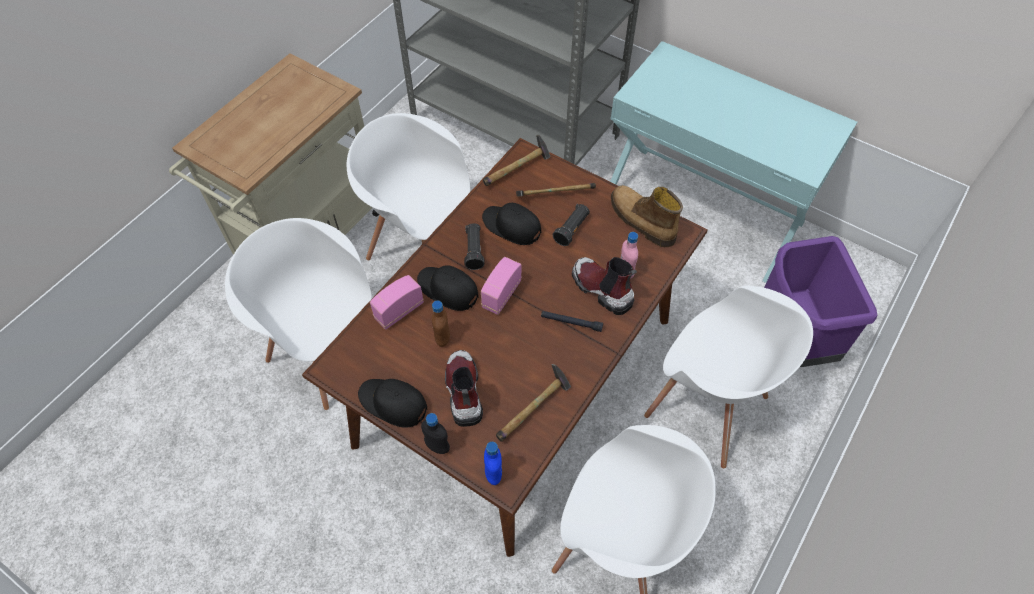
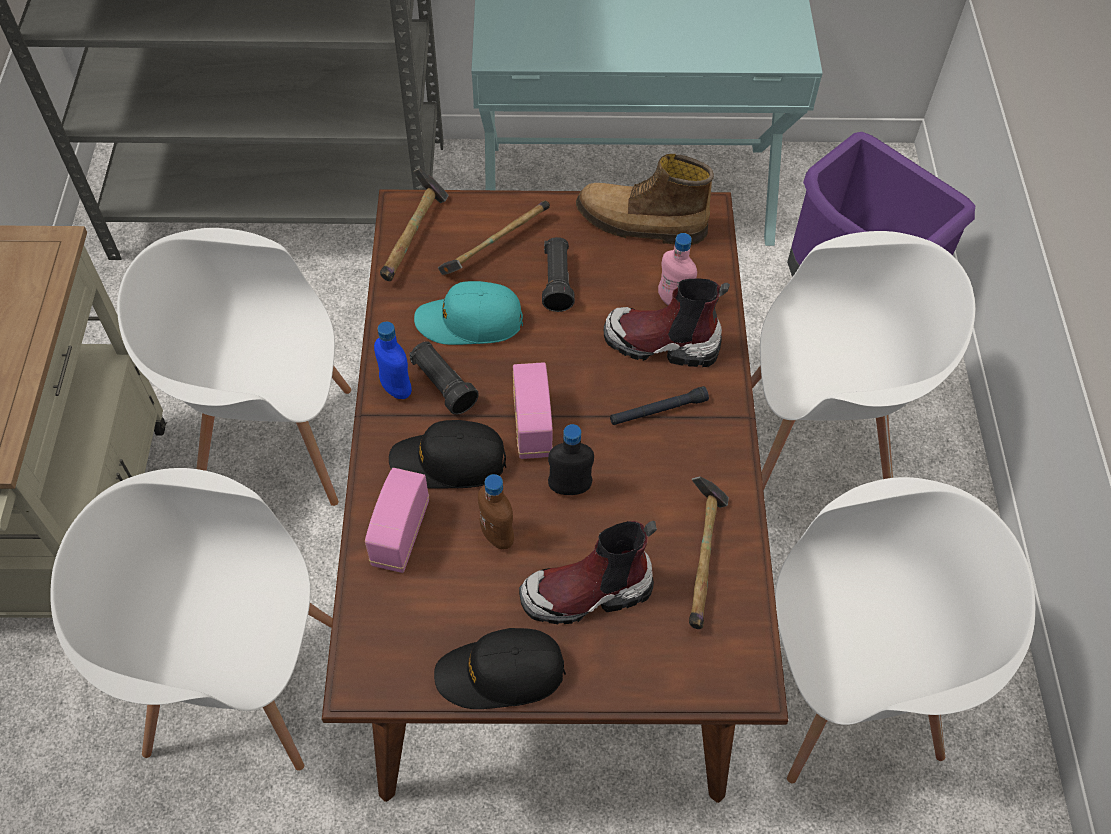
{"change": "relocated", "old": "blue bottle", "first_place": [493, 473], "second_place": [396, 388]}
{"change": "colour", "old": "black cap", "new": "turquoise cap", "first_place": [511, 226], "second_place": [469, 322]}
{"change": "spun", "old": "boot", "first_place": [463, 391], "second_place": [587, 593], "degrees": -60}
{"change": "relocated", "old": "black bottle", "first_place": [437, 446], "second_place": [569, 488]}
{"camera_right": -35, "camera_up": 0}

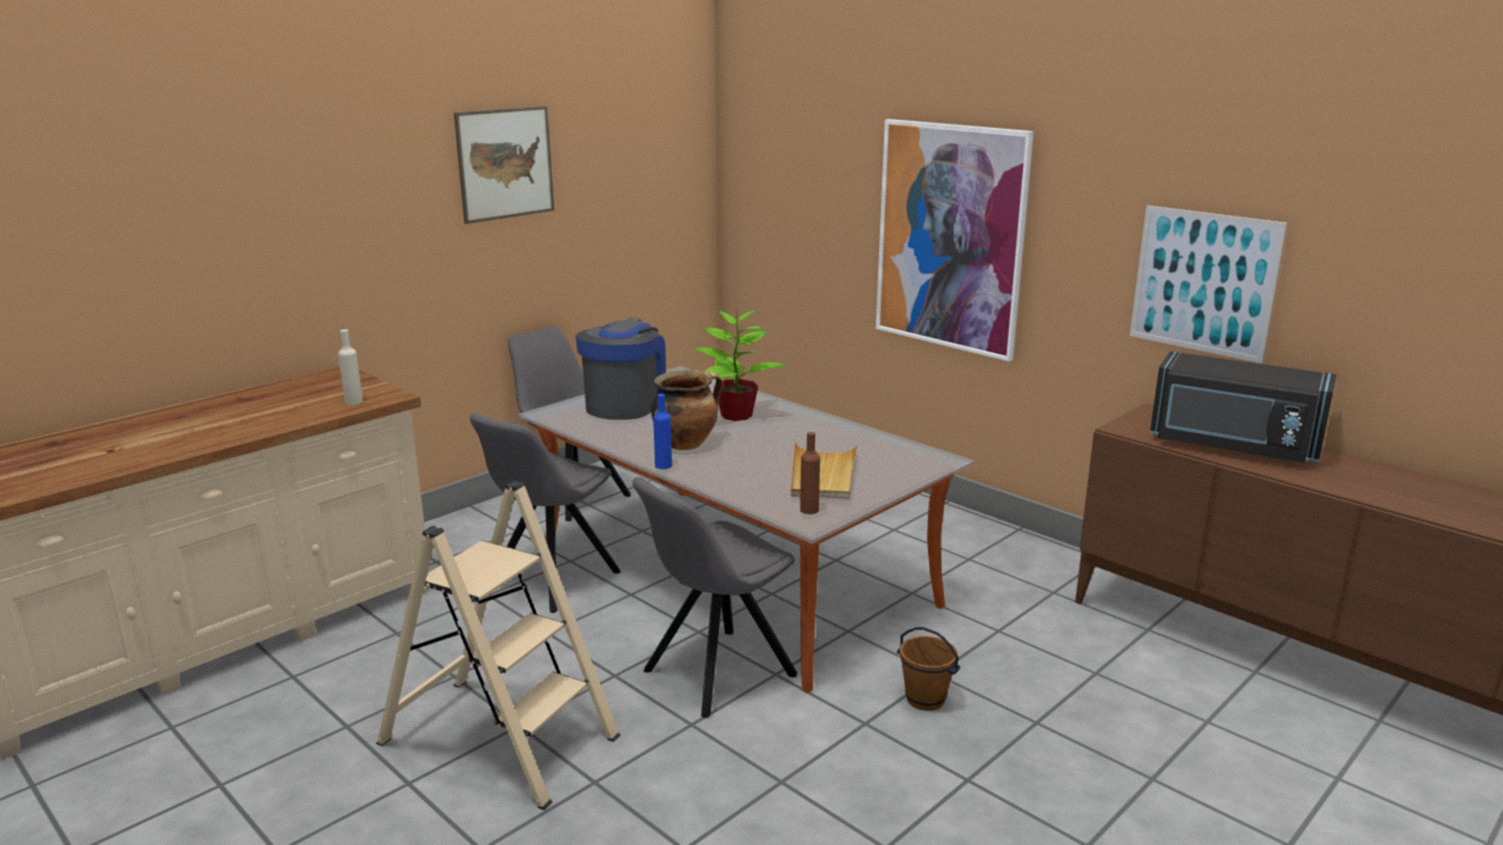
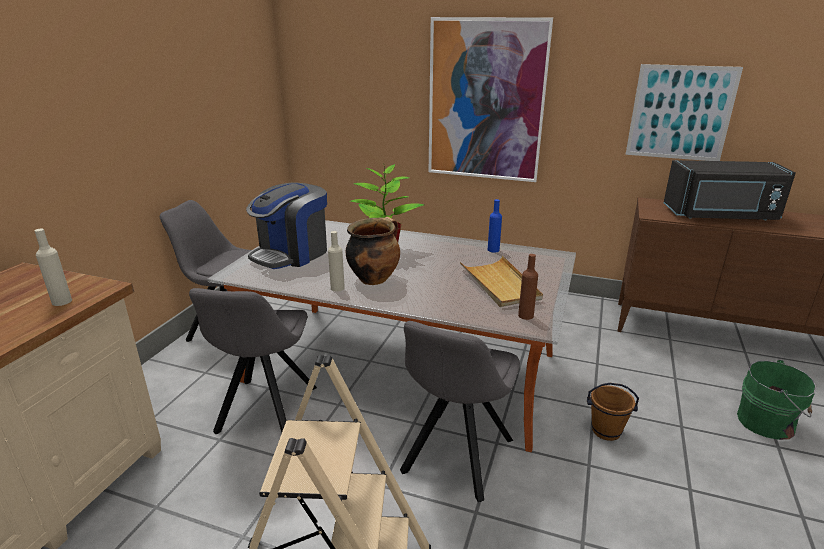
{"change": "spun", "old": "coffee machine", "first_place": [625, 404], "second_place": [292, 254], "degrees": -135}
{"change": "appeared", "new": "beige bottle", "second_place": [337, 288]}
{"change": "relocated", "old": "blue bottle", "first_place": [663, 465], "second_place": [493, 250]}
{"change": "appeared", "new": "green bucket", "second_place": [768, 422]}
{"change": "missing", "old": "picture", "first_place": [505, 163]}
{"camera_right": -25, "camera_up": 5}

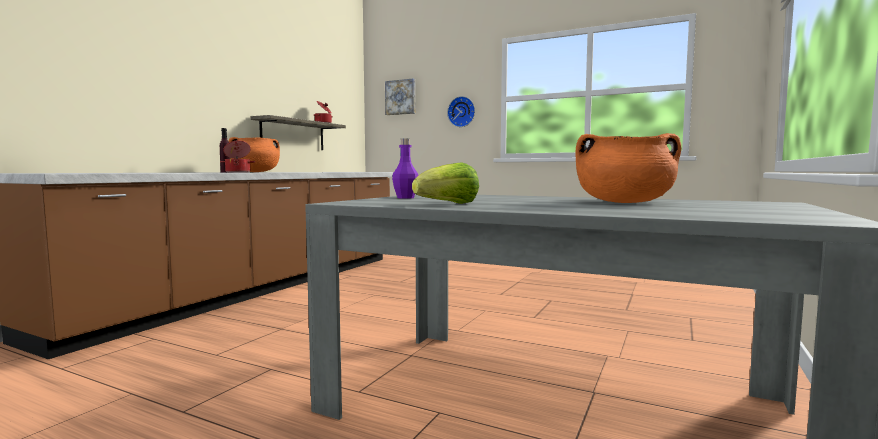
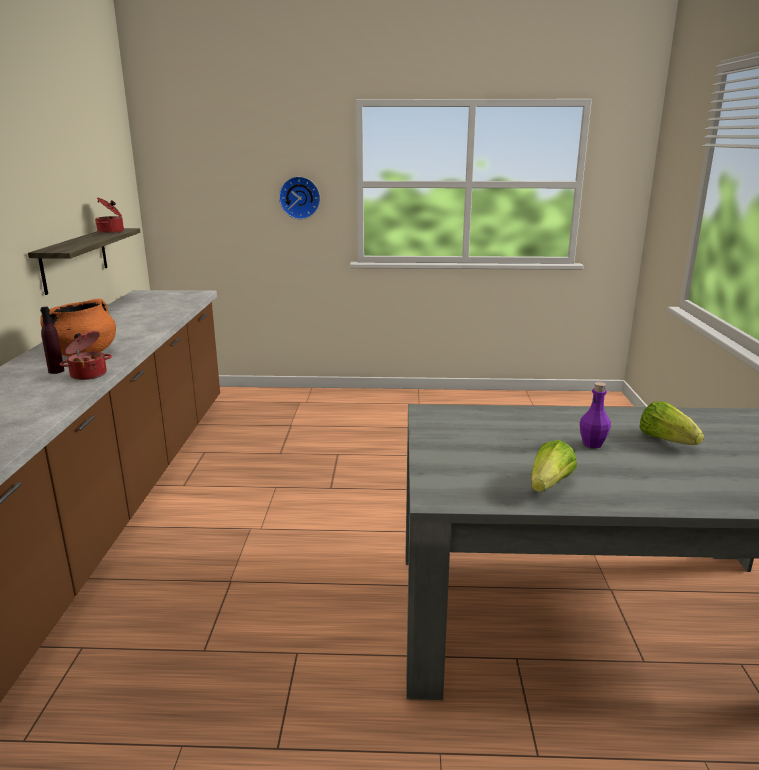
{"change": "relocated", "old": "purple bottle", "first_place": [405, 198], "second_place": [592, 444]}
{"change": "exchanged", "old": "orange cooking pot", "new": "lettuce", "first_place": [624, 202], "second_place": [666, 440]}
{"change": "missing", "old": "picture", "first_place": [401, 97]}
{"camera_right": -25, "camera_up": 15}

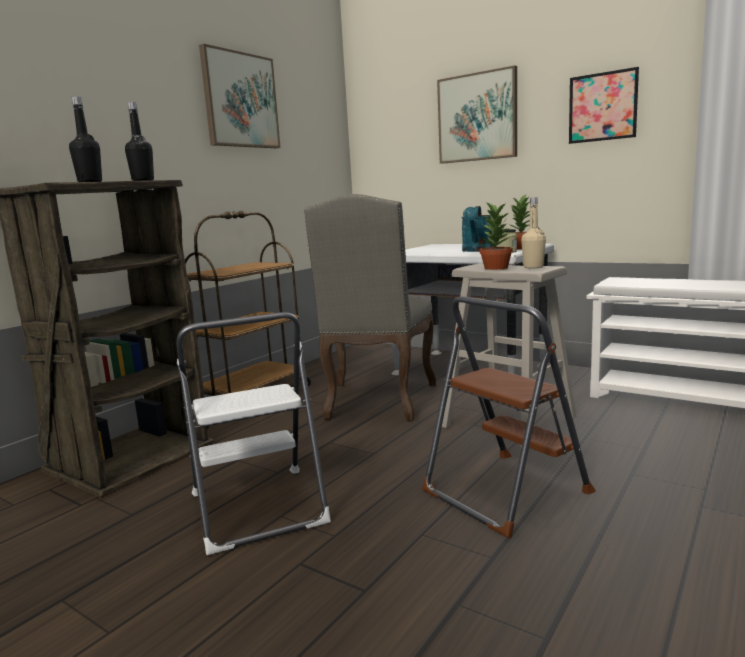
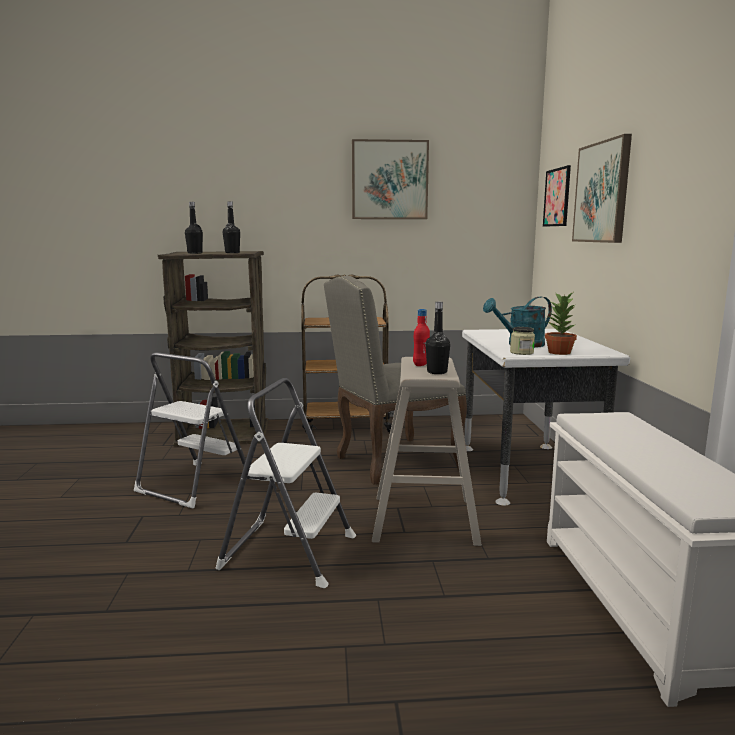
{"change": "colour", "old": "brown step ladder", "new": "white step ladder", "first_place": [501, 492], "second_place": [284, 550]}
{"change": "exchanged", "old": "potted plant", "new": "red bottle", "first_place": [495, 268], "second_place": [420, 364]}
{"change": "colour", "old": "beige bottle", "new": "black bottle", "first_place": [533, 267], "second_place": [437, 372]}
{"change": "relocated", "old": "picture", "first_place": [602, 107], "second_place": [557, 197]}
{"camera_right": 50, "camera_up": 0}

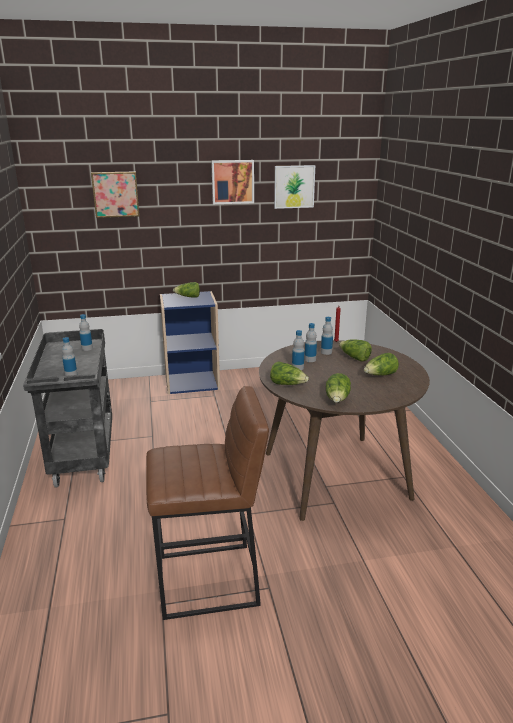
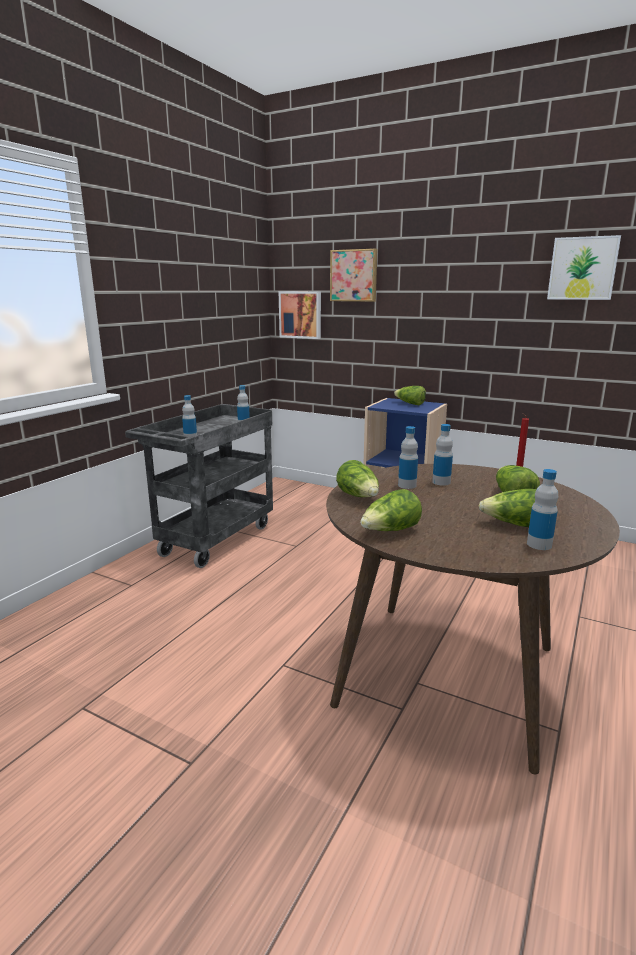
{"change": "relocated", "old": "picture", "first_place": [232, 181], "second_place": [301, 314]}
{"change": "relocated", "old": "bottle", "first_place": [326, 352], "second_place": [539, 544]}
{"change": "missing", "old": "brown stool", "first_place": [210, 579]}
{"camera_right": 40, "camera_up": -5}

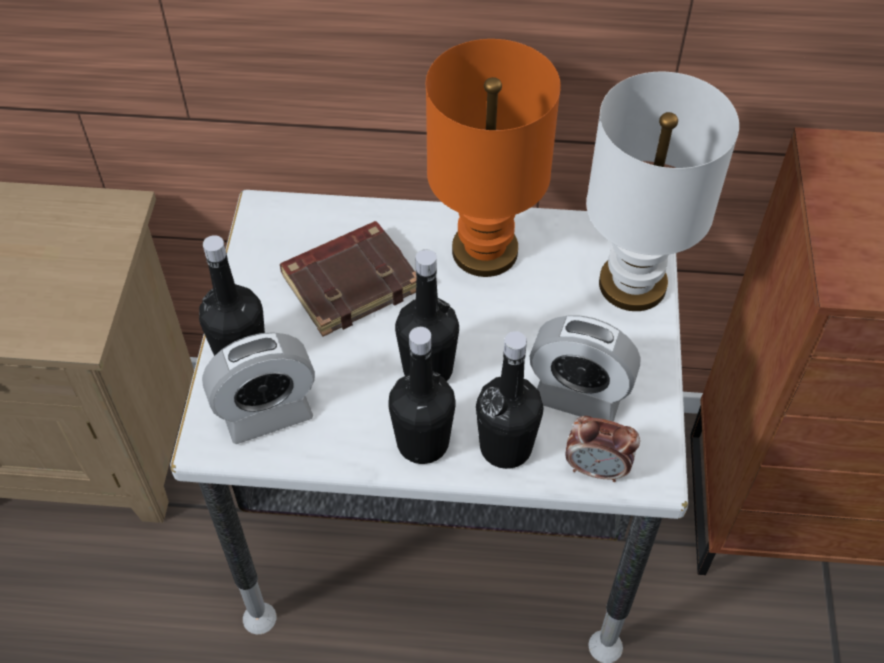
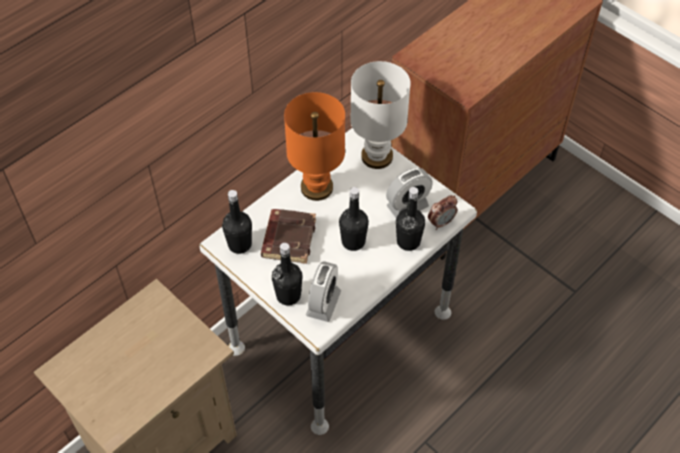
{"change": "relocated", "old": "black bottle", "first_place": [423, 442], "second_place": [239, 244]}
{"camera_right": -50, "camera_up": 0}

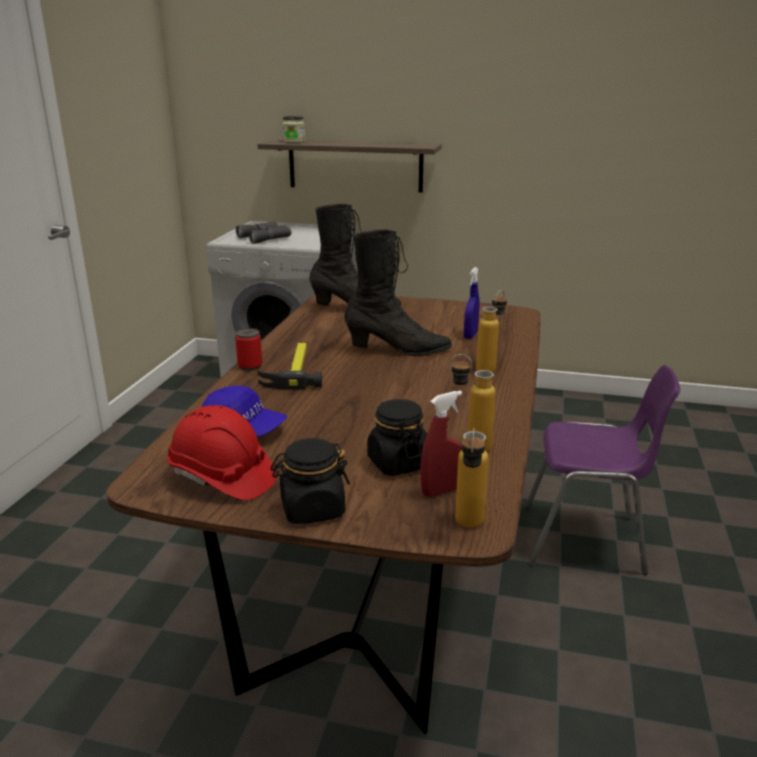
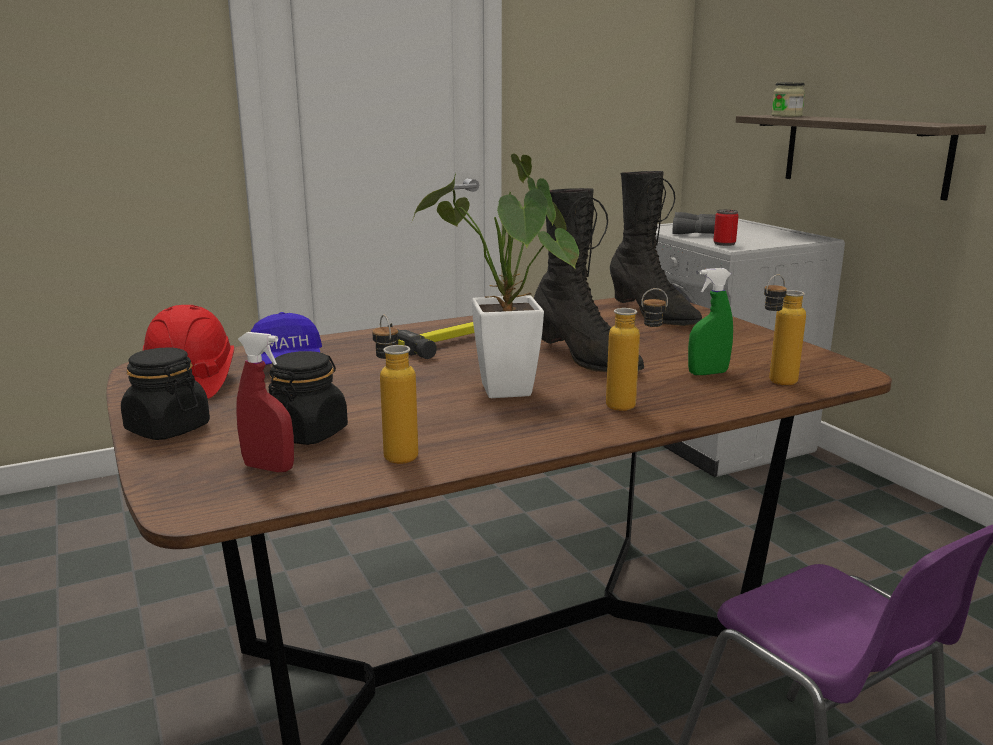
{"change": "appeared", "new": "potted plant", "second_place": [508, 395]}
{"change": "colour", "old": "blue spray bottle", "new": "green spray bottle", "first_place": [470, 335], "second_place": [707, 373]}
{"change": "relocated", "old": "can", "first_place": [250, 366], "second_place": [724, 244]}
{"change": "relocated", "old": "bottle", "first_place": [468, 527], "second_place": [774, 383]}
{"camera_right": 50, "camera_up": -5}

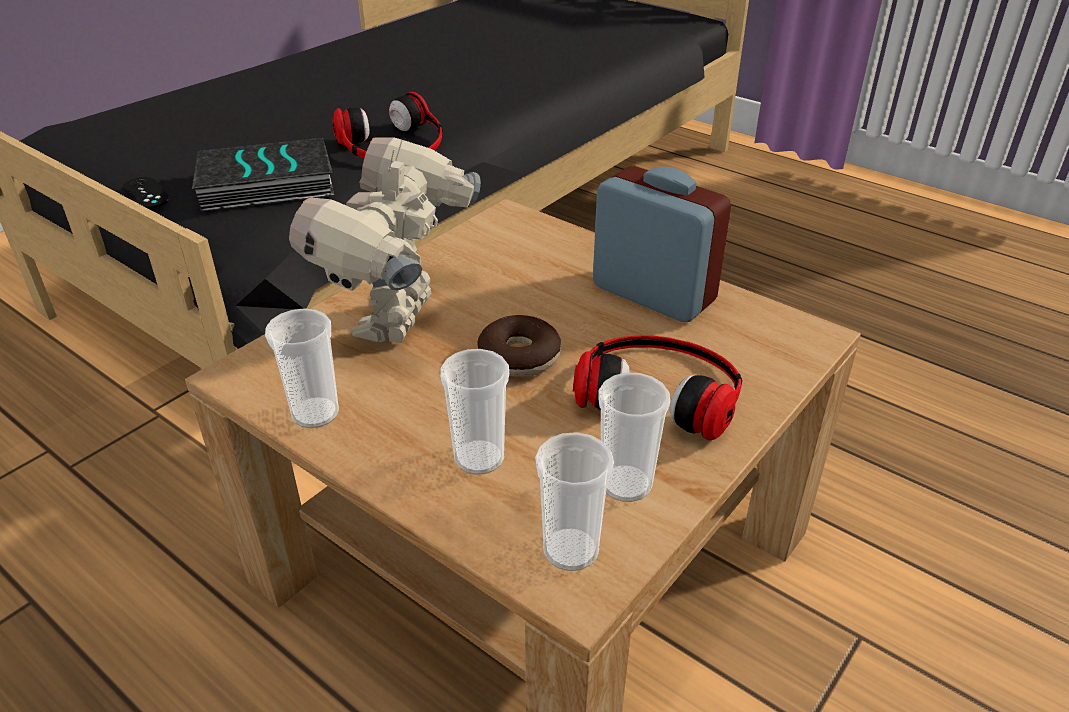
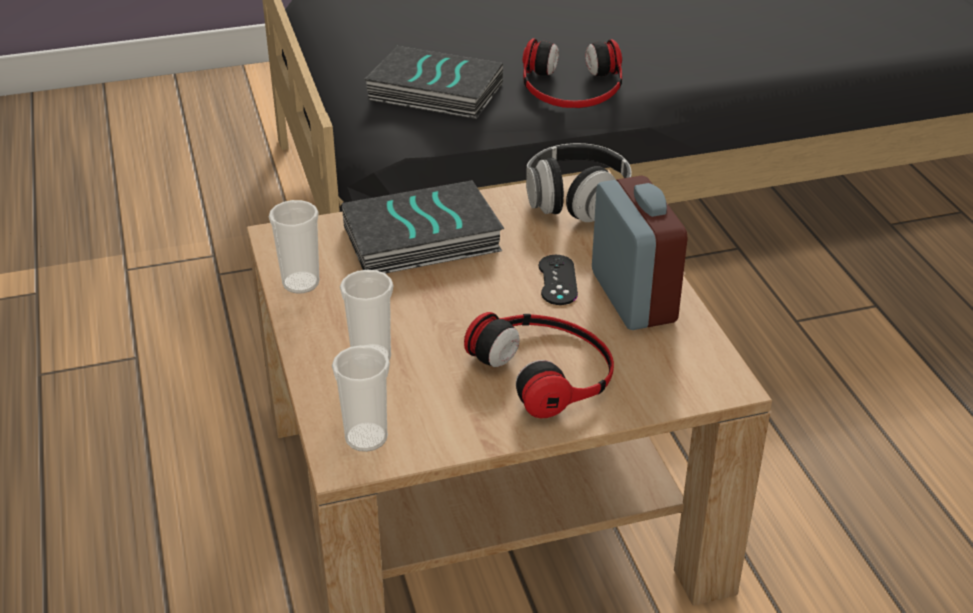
{"change": "exchanged", "old": "toy robot", "new": "book", "first_place": [401, 319], "second_place": [420, 240]}
{"change": "appeared", "new": "headphones", "second_place": [577, 201]}
{"change": "relocated", "old": "black game controller", "first_place": [146, 193], "second_place": [557, 280]}
{"change": "missing", "old": "donut", "first_place": [519, 357]}
{"change": "missing", "old": "cup", "first_place": [626, 484]}
{"camera_right": 35, "camera_up": 0}

